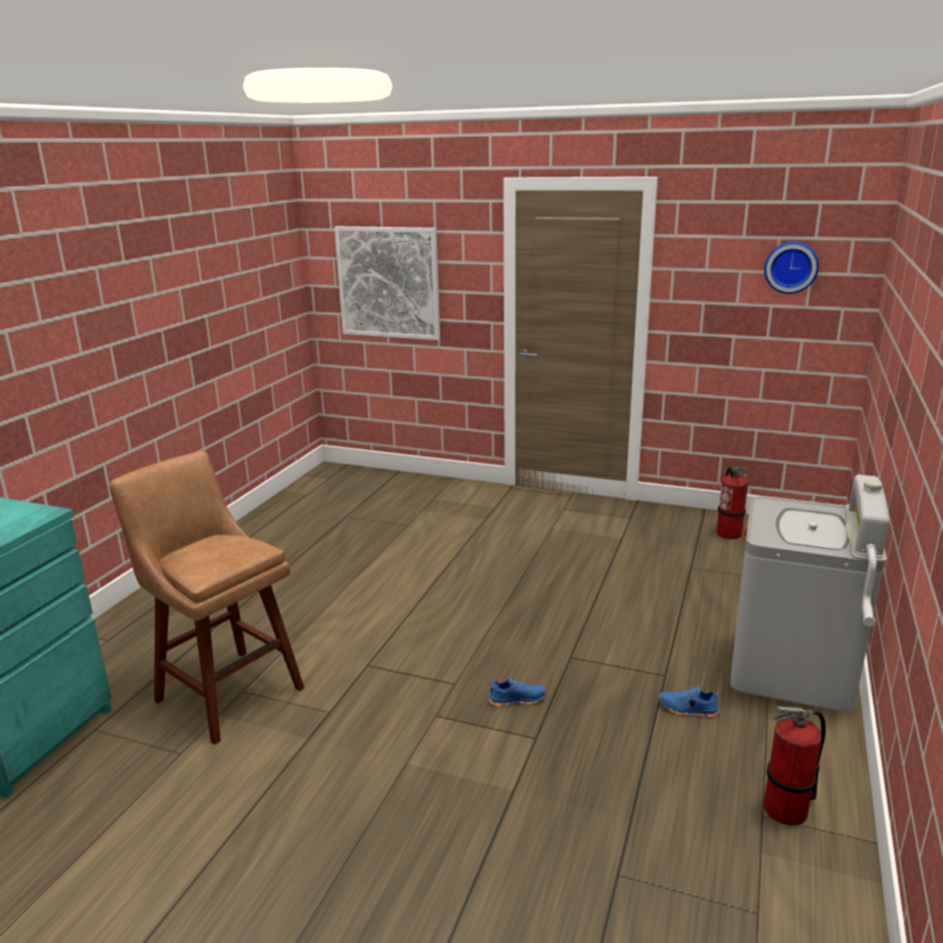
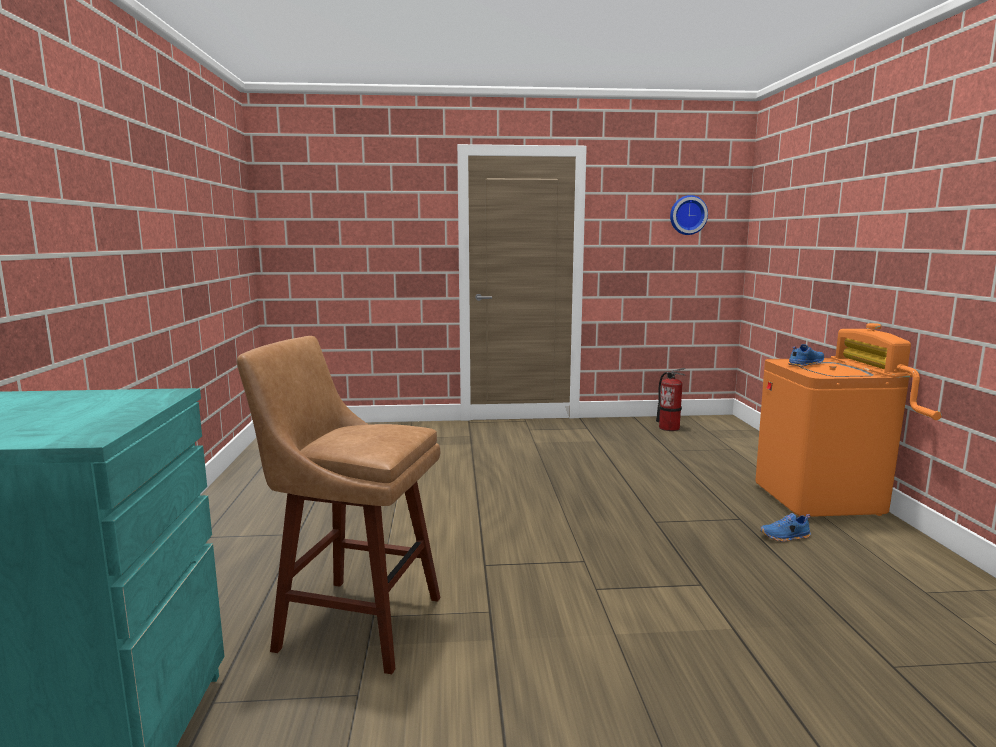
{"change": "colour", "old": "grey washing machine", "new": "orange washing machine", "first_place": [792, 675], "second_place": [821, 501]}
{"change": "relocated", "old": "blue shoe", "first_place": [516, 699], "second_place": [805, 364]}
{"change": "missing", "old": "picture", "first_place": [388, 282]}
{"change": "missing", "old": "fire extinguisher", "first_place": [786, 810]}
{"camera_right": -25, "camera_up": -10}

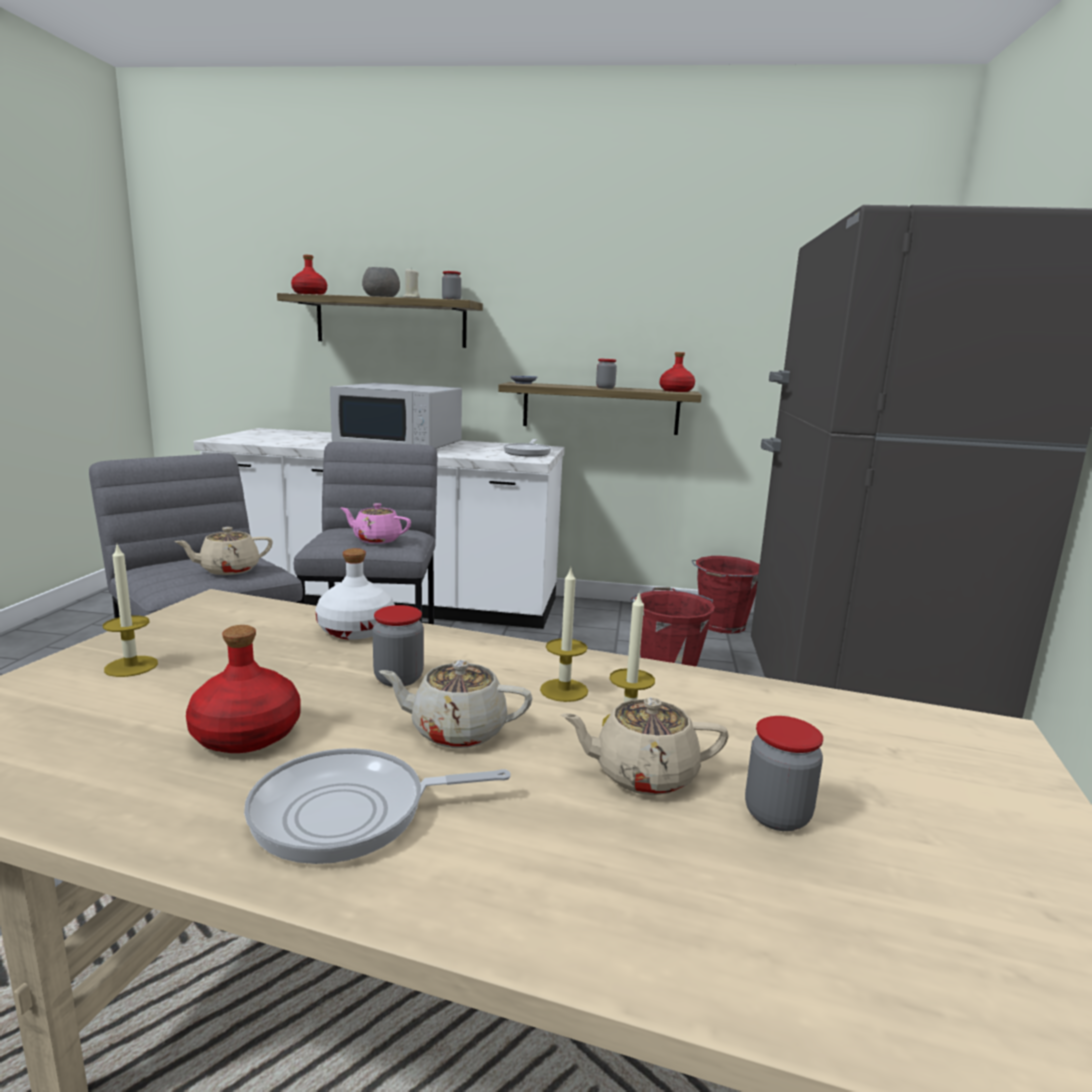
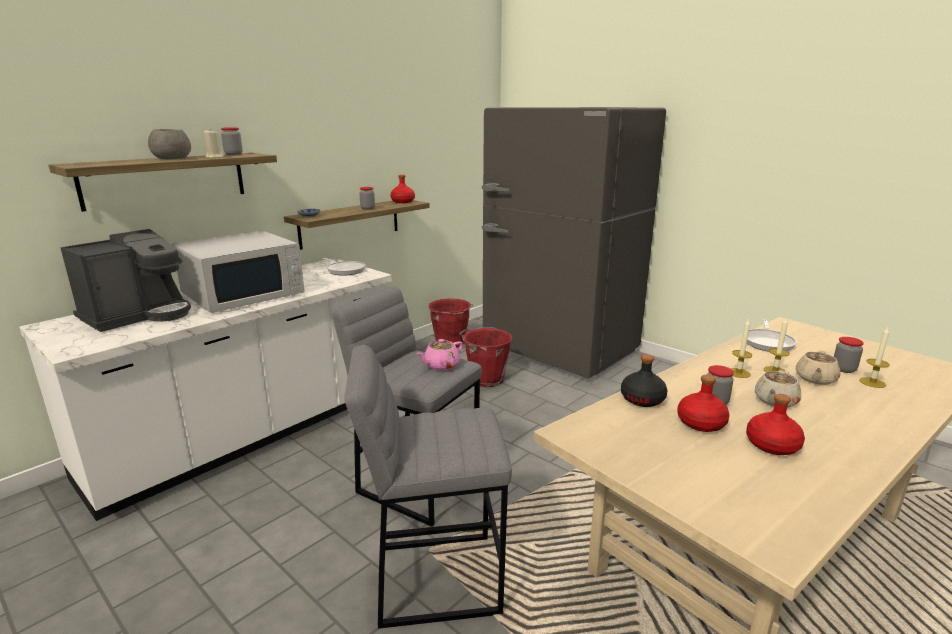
{"change": "appeared", "new": "coffee machine", "second_place": [139, 315]}
{"change": "colour", "old": "white bottle", "new": "black bottle", "first_place": [357, 630], "second_place": [642, 399]}
{"change": "relocated", "old": "red bottle", "first_place": [310, 294], "second_place": [700, 423]}
{"change": "relocated", "old": "frying pan", "first_place": [350, 813], "second_place": [767, 342]}
{"change": "relocated", "old": "candle", "first_place": [131, 666], "second_place": [872, 382]}
{"change": "missing", "old": "beige teapot", "first_place": [228, 570]}
{"camera_right": -55, "camera_up": 5}

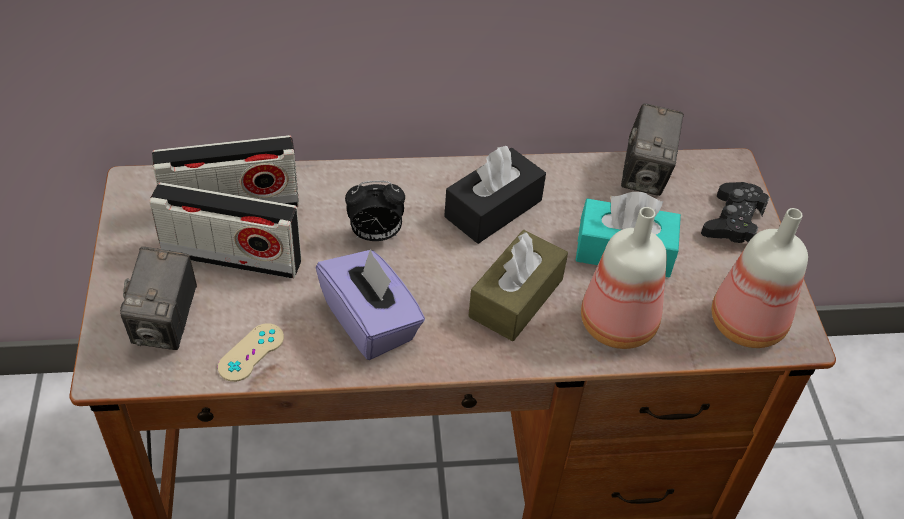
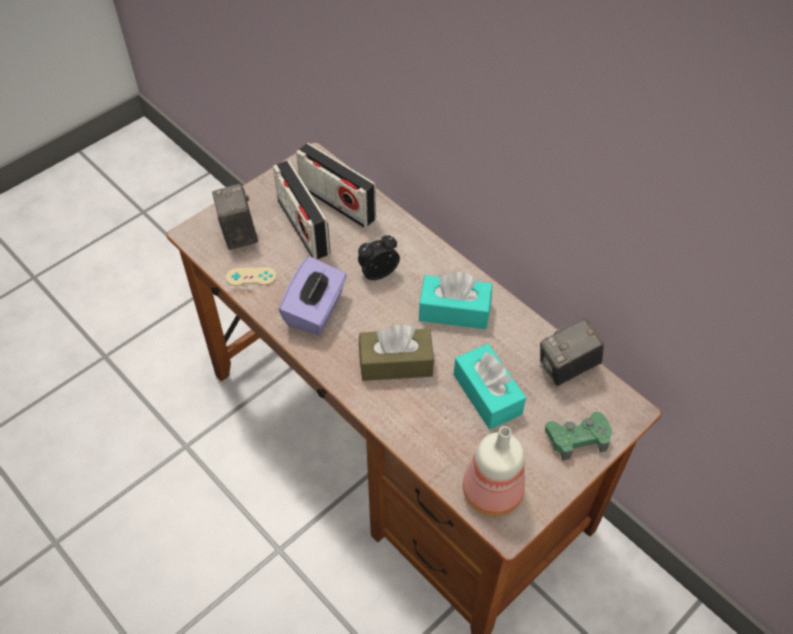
{"change": "spun", "old": "photo camera", "first_place": [166, 324], "second_place": [238, 234], "degrees": 105}
{"change": "spun", "old": "alarm clock", "first_place": [375, 235], "second_place": [378, 272], "degrees": 105}
{"change": "colour", "old": "black tissue box", "new": "turquoise tissue box", "first_place": [493, 208], "second_place": [454, 311]}
{"change": "colour", "old": "black game controller", "new": "green game controller", "first_place": [733, 221], "second_place": [577, 438]}
{"change": "missing", "old": "bottle", "first_place": [620, 324]}
{"camera_right": 55, "camera_up": 5}

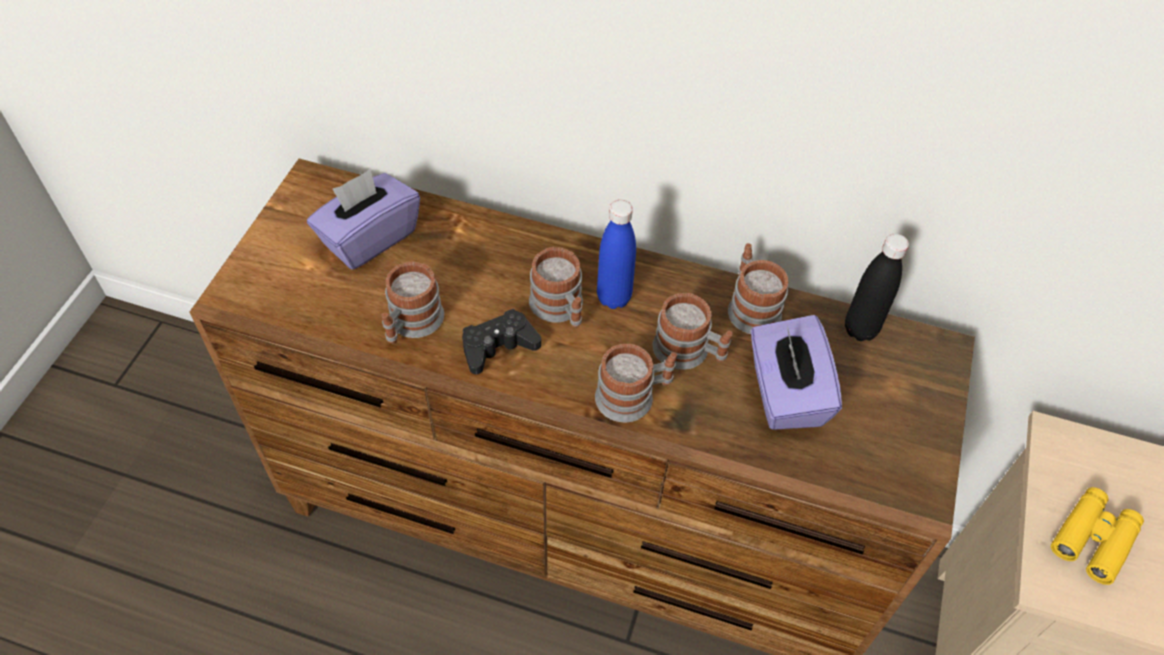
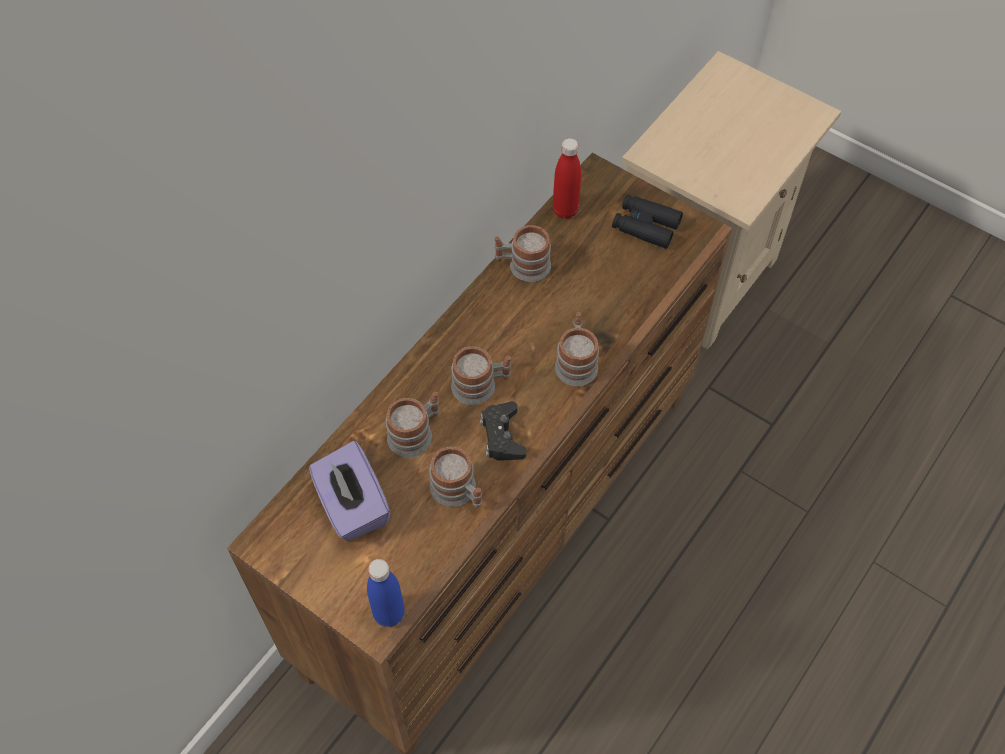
{"change": "relocated", "old": "blue bottle", "first_place": [614, 297], "second_place": [389, 613]}
{"change": "relocated", "old": "mug", "first_place": [689, 352], "second_place": [416, 433]}
{"change": "colour", "old": "black bottle", "new": "red bottle", "first_place": [860, 329], "second_place": [565, 210]}
{"change": "appeared", "new": "black binoculars", "second_place": [645, 226]}
{"change": "missing", "old": "purple tissue box", "first_place": [785, 393]}
{"change": "missing", "old": "yellow binoculars", "first_place": [1093, 539]}
{"camera_right": -70, "camera_up": 5}

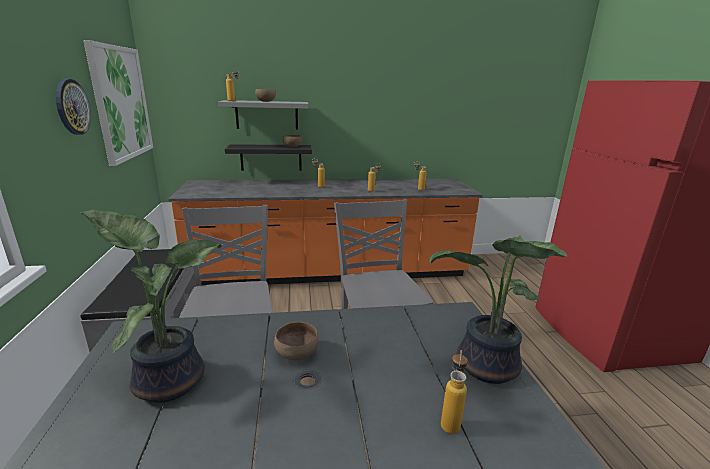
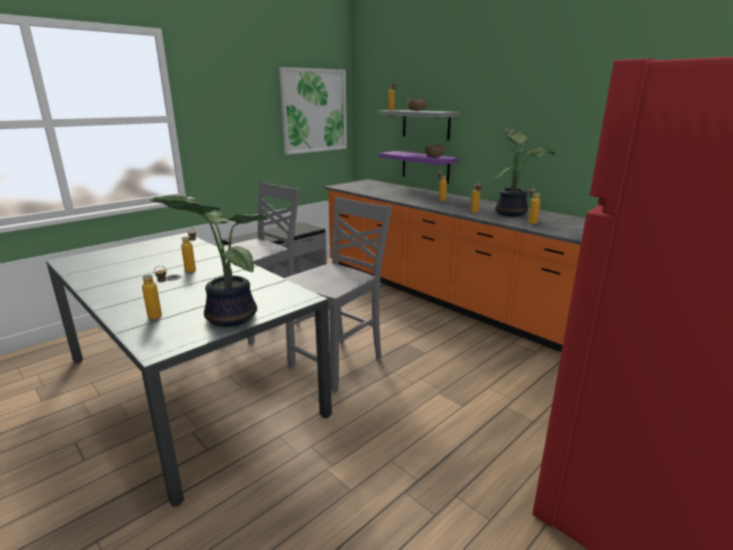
{"change": "exchanged", "old": "brown bowl", "new": "bottle", "first_place": [296, 354], "second_place": [193, 269]}
{"change": "colour", "old": "black shelf", "new": "purple shelf", "first_place": [271, 157], "second_place": [425, 167]}
{"change": "relocated", "old": "potted plant", "first_place": [170, 378], "second_place": [511, 213]}
{"change": "missing", "old": "wall clock", "first_place": [72, 107]}
{"camera_right": 55, "camera_up": 0}

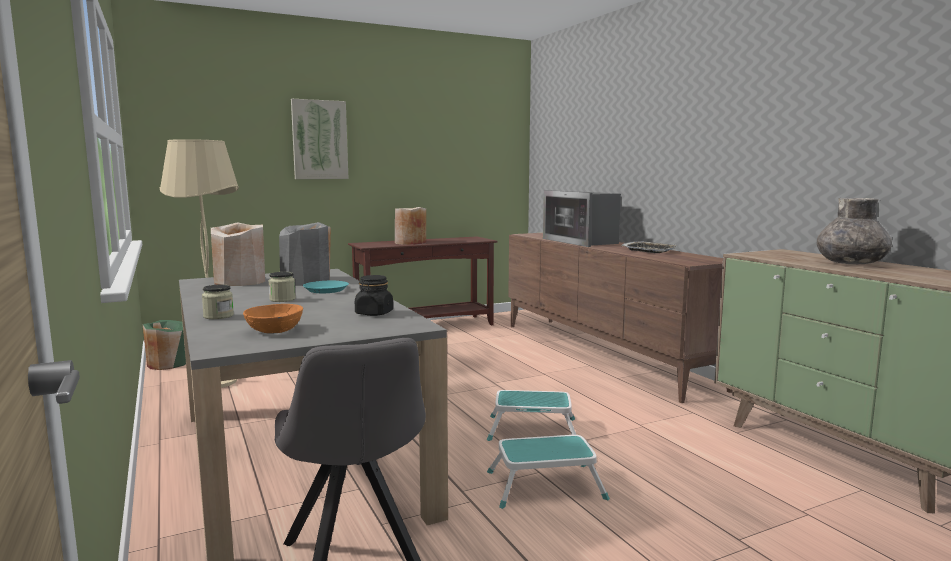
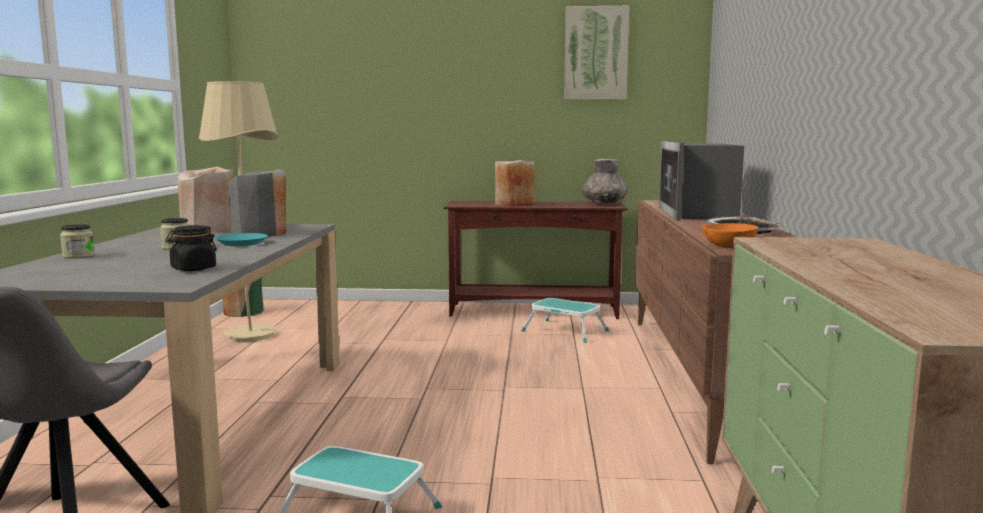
{"change": "relocated", "old": "turquoise step ladder", "first_place": [532, 429], "second_place": [564, 331]}
{"change": "relocated", "old": "picture", "first_place": [319, 140], "second_place": [595, 53]}
{"change": "relocated", "old": "grey vase", "first_place": [851, 263], "second_place": [604, 204]}
{"change": "relocated", "old": "orange bowl", "first_place": [275, 330], "second_place": [729, 246]}
{"camera_right": 30, "camera_up": 0}

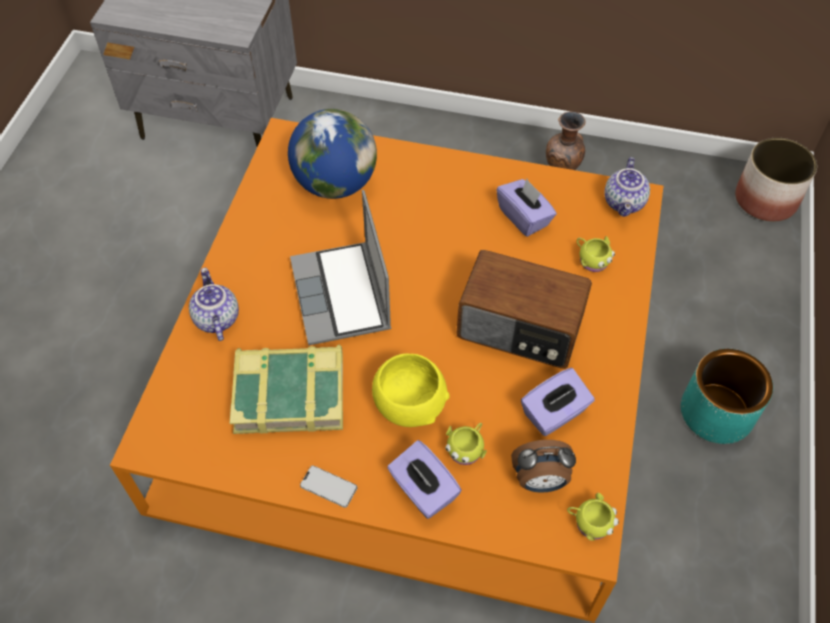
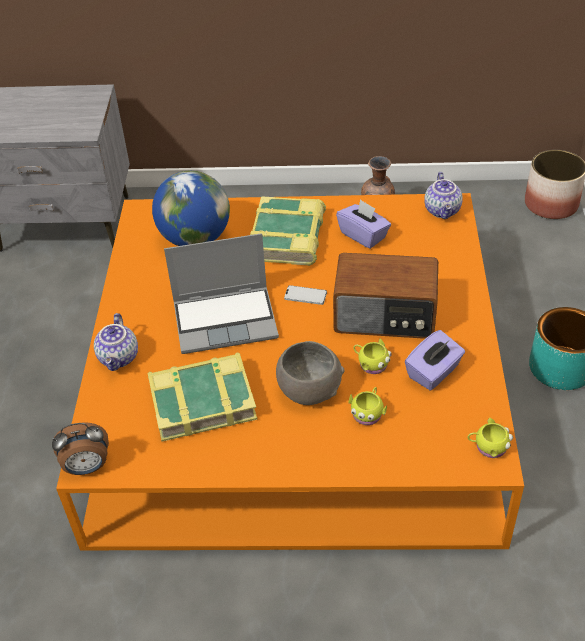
{"change": "relocated", "old": "alarm clock", "first_place": [540, 481], "second_place": [87, 467]}
{"change": "spun", "old": "teapot", "first_place": [215, 319], "second_place": [119, 358], "degrees": -150}
{"change": "spun", "old": "laptop", "first_place": [342, 296], "second_place": [226, 320], "degrees": -75}
{"change": "appeared", "new": "book", "second_place": [288, 237]}
{"change": "colour", "old": "yellow bowl", "new": "grey bowl", "first_place": [409, 404], "second_place": [309, 390]}
{"change": "relocated", "old": "phone", "first_place": [328, 487], "second_place": [305, 296]}
{"change": "relocated", "old": "yellow mug", "first_place": [591, 260], "second_place": [371, 364]}
{"change": "missing", "old": "purple tissue box", "first_place": [423, 490]}
{"camera_right": -10, "camera_up": -10}

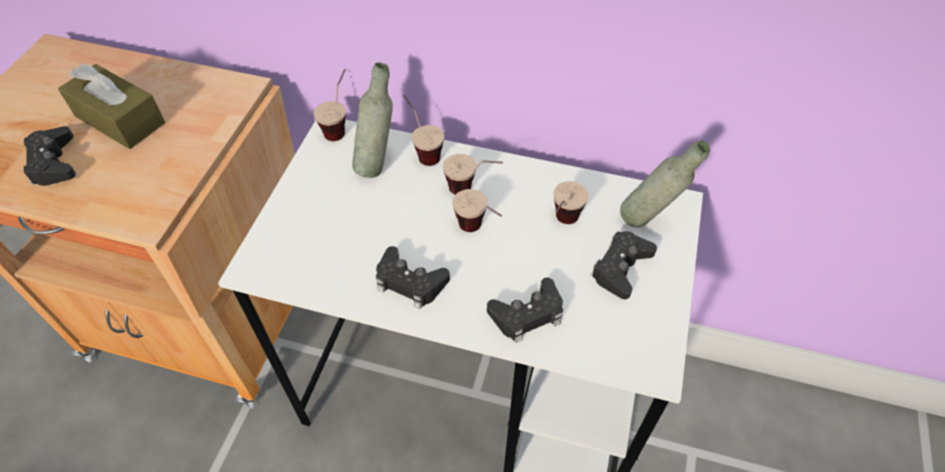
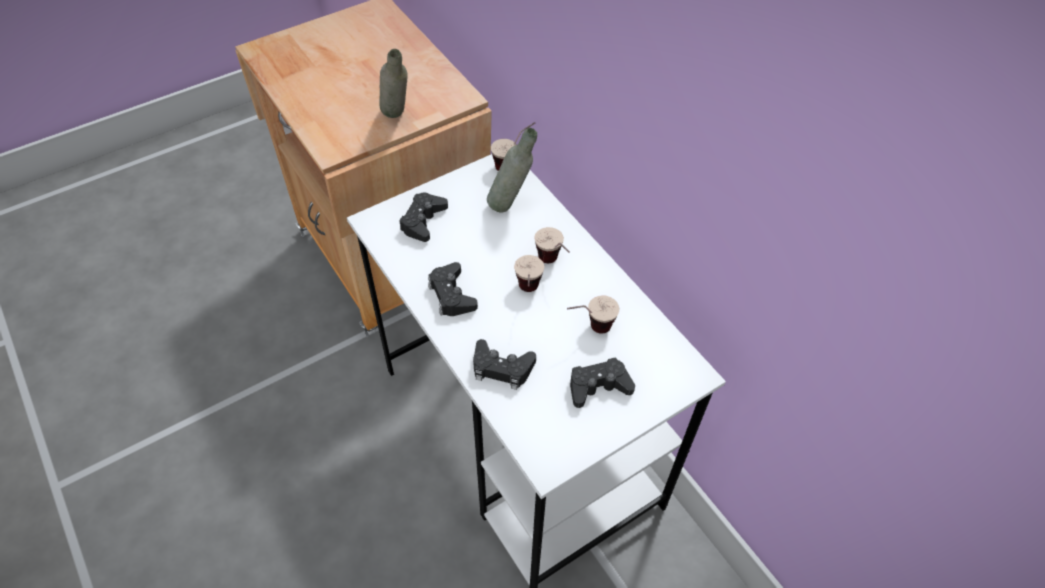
{"change": "relocated", "old": "grey bottle", "first_place": [648, 223], "second_place": [397, 119]}
{"change": "relocated", "old": "black game controller", "first_place": [54, 163], "second_place": [423, 221]}
{"change": "missing", "old": "brown tissue box", "first_place": [120, 119]}
{"change": "missing", "old": "cup", "first_place": [422, 150]}
{"camera_right": 40, "camera_up": 0}

